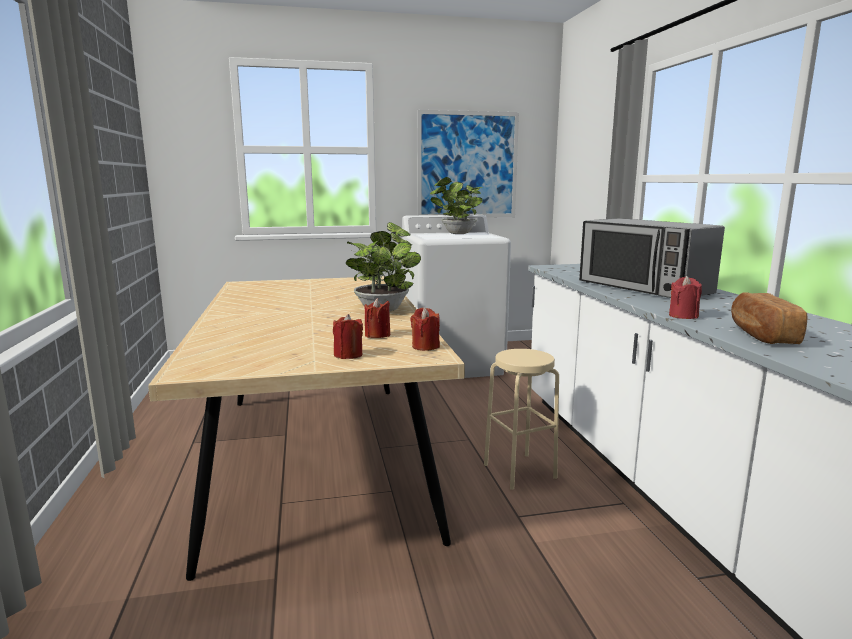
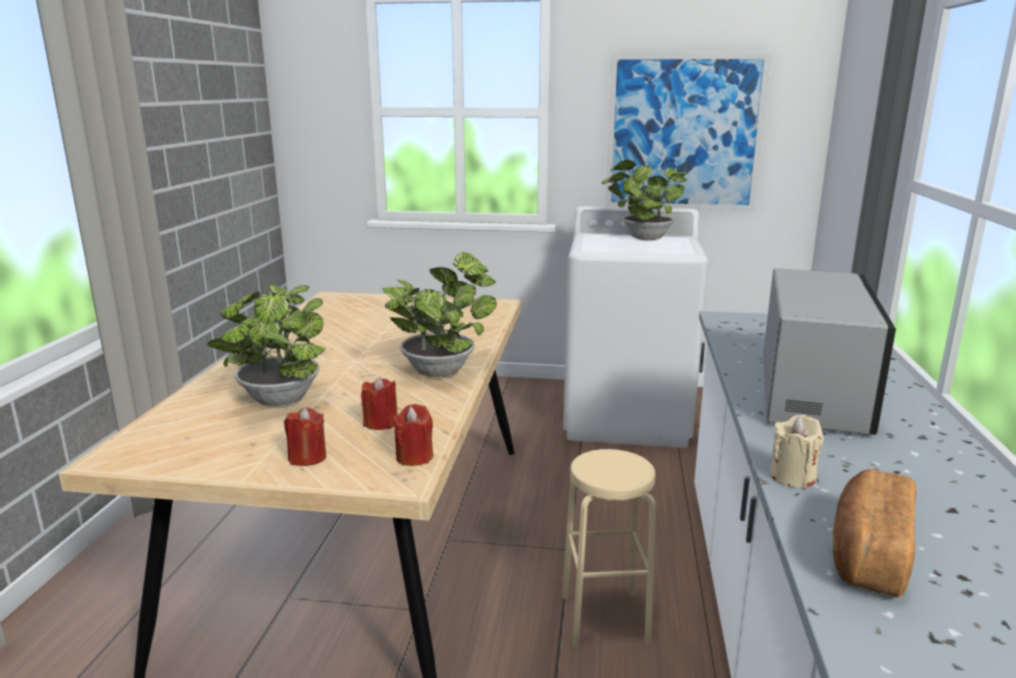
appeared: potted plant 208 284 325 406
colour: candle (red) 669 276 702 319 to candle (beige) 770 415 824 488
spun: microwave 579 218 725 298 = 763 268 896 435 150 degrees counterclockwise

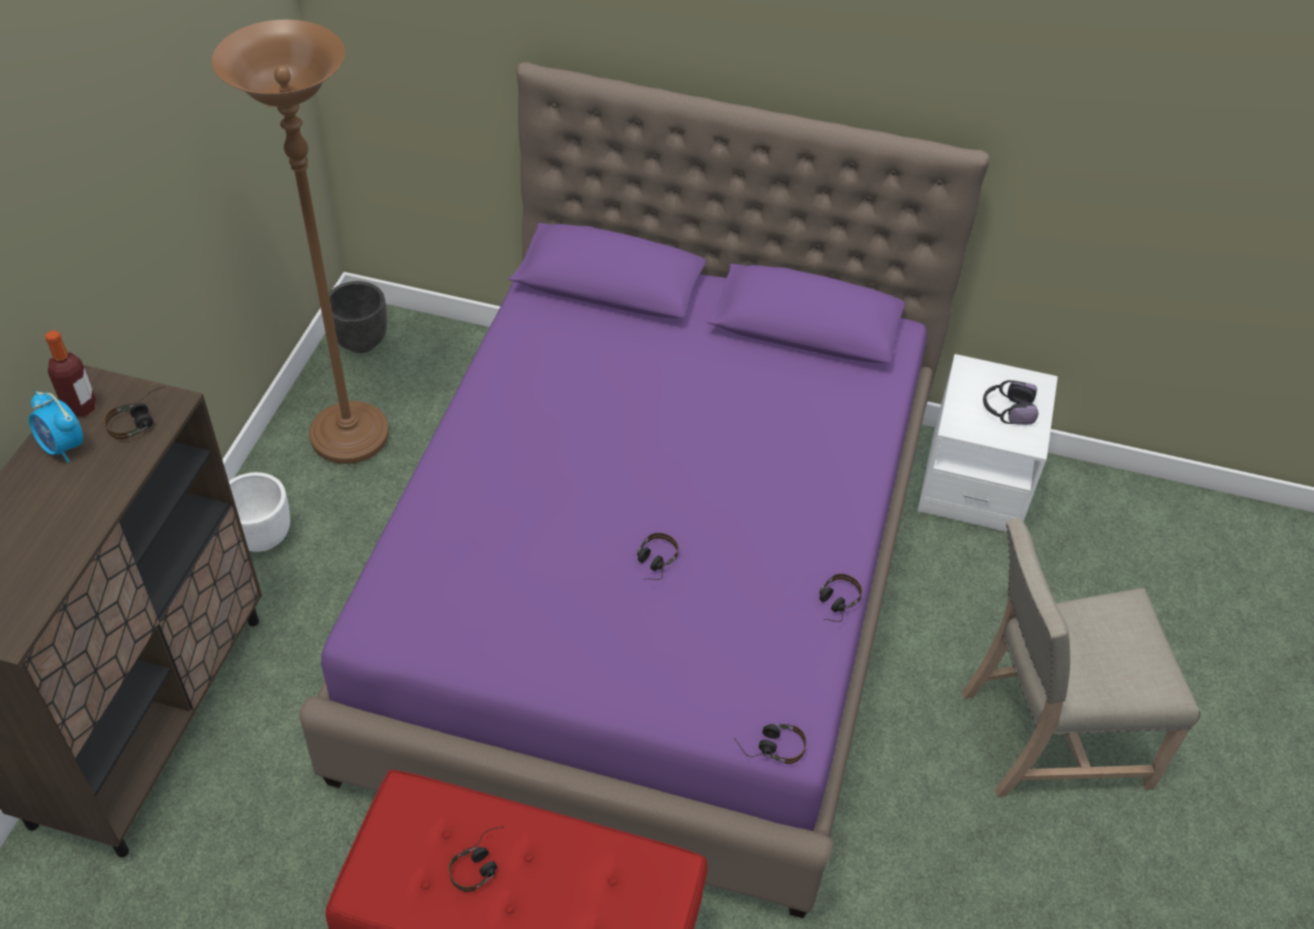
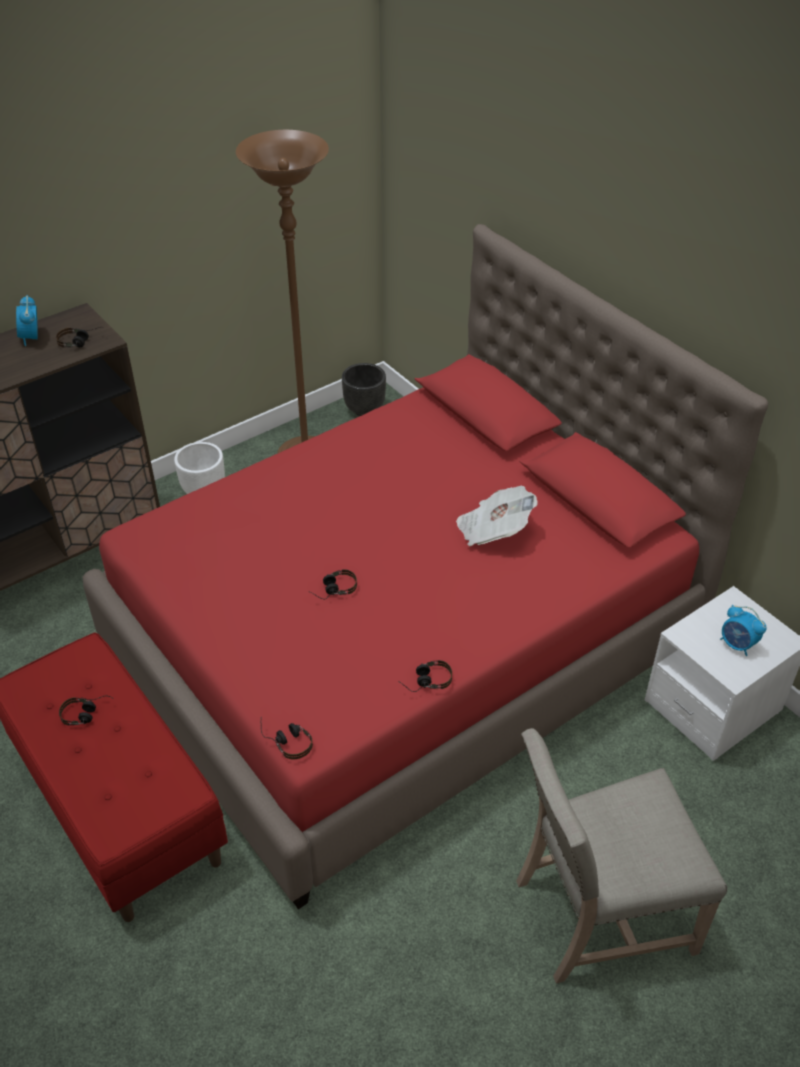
missing: bottle 45 330 96 417
appeared: newspaper 456 486 538 546
exchanged: headphones 983 380 1039 425 to alarm clock 720 605 766 656
colour: bed (purple) 299 62 990 918 to bed (red) 83 224 768 909
spun: chair (beige) 962 518 1201 797 = 516 728 727 984 45 degrees counterclockwise

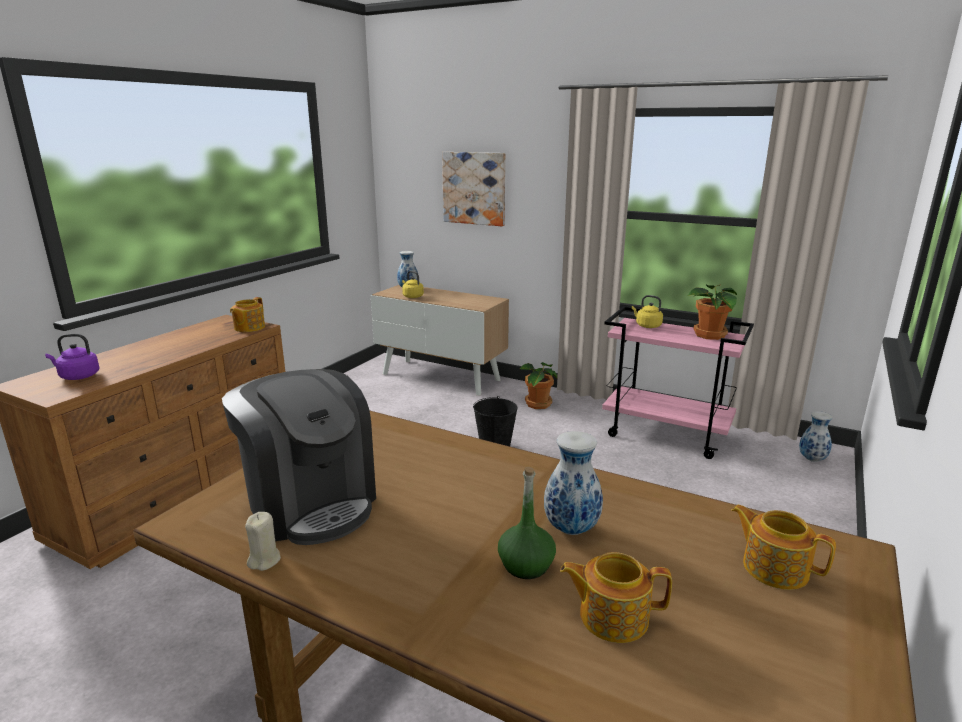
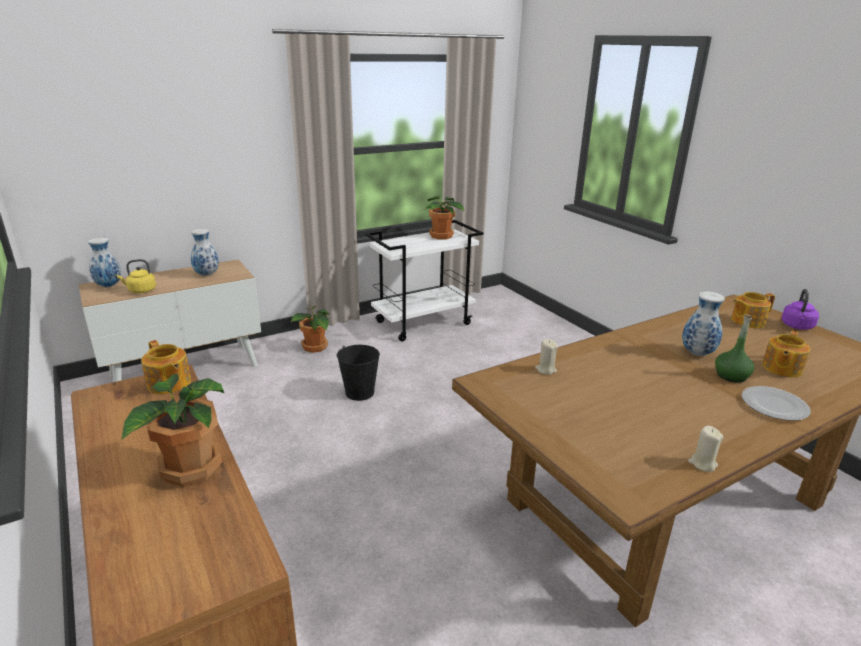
missing: picture 442 152 506 226; kettle (yellow) 632 295 663 328; coffee machine 222 369 376 545
appeared: candle (beige) 535 339 558 375; potted plant 121 374 224 487; plate 741 386 811 421
relocated: kettle (purple) 45 334 99 380 to 781 289 819 330; vase 799 411 832 462 to 191 229 219 276
colour: cart (pink) 602 306 754 459 to cart (white) 365 220 483 341

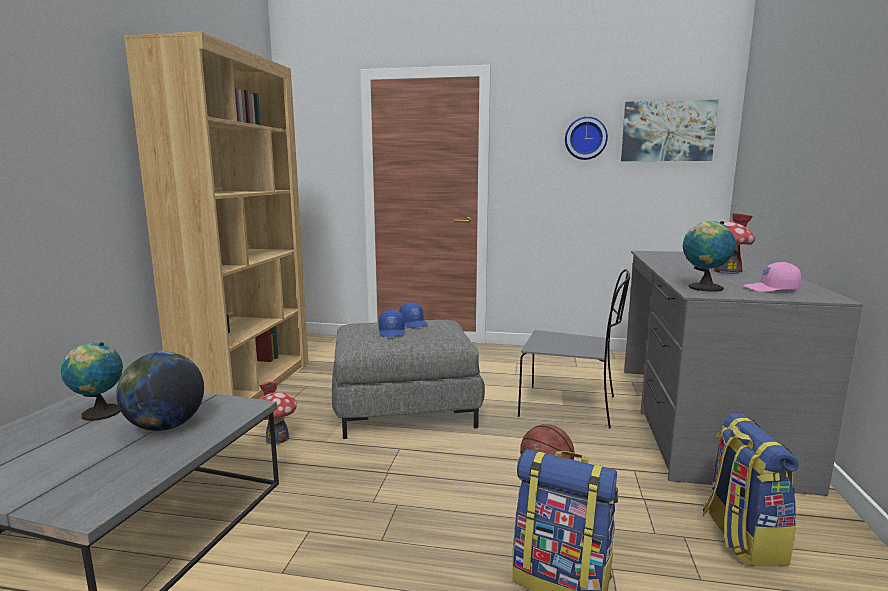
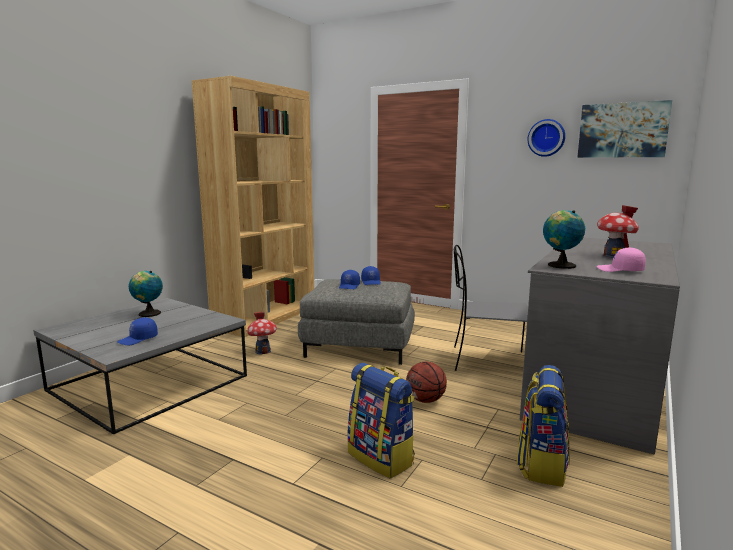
missing: globe 117 351 204 431
appeared: cap (blue) 117 318 158 345
spun: chair (grey) 518 269 630 429 = 454 245 528 371 150 degrees clockwise

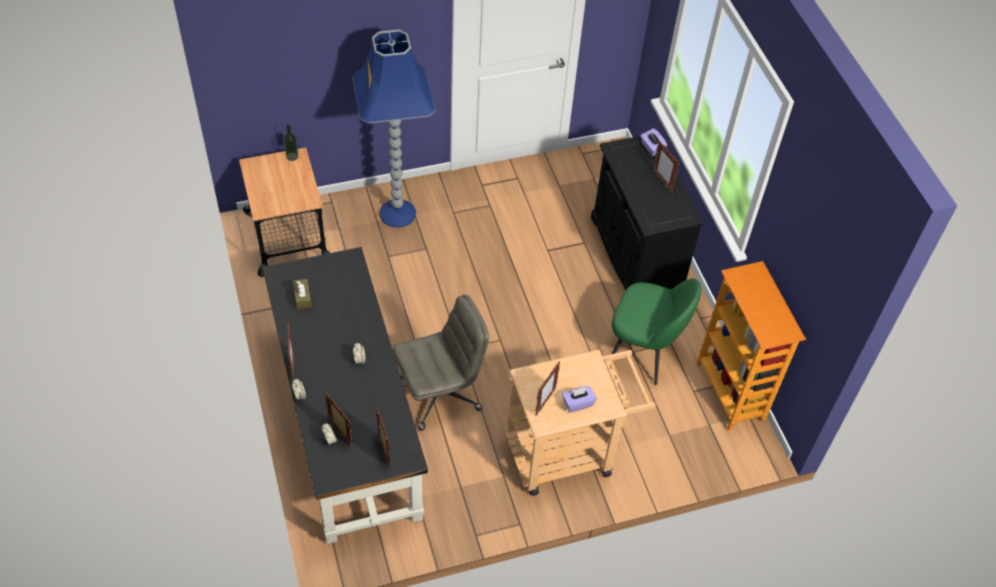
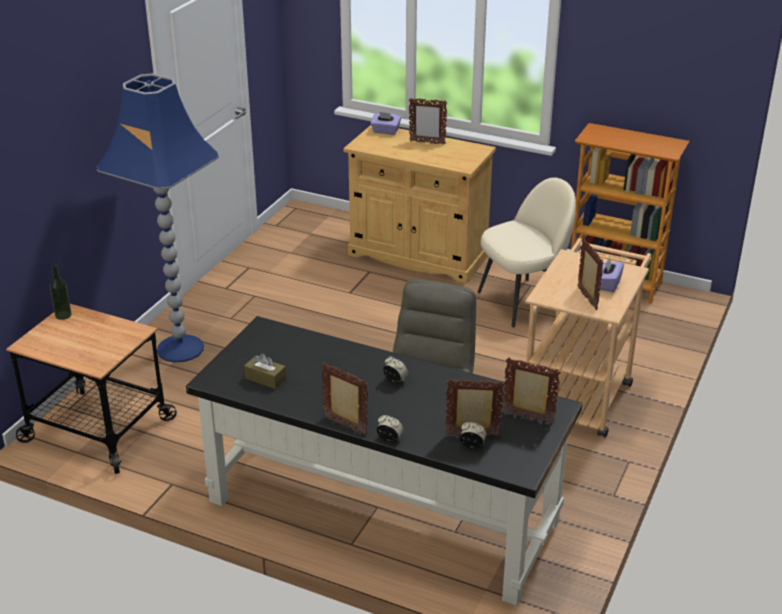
colour: cabinet (black) 591 136 704 290 to cabinet (beige) 343 125 496 284; chair (green) 612 279 701 385 to chair (beige) 478 177 576 327

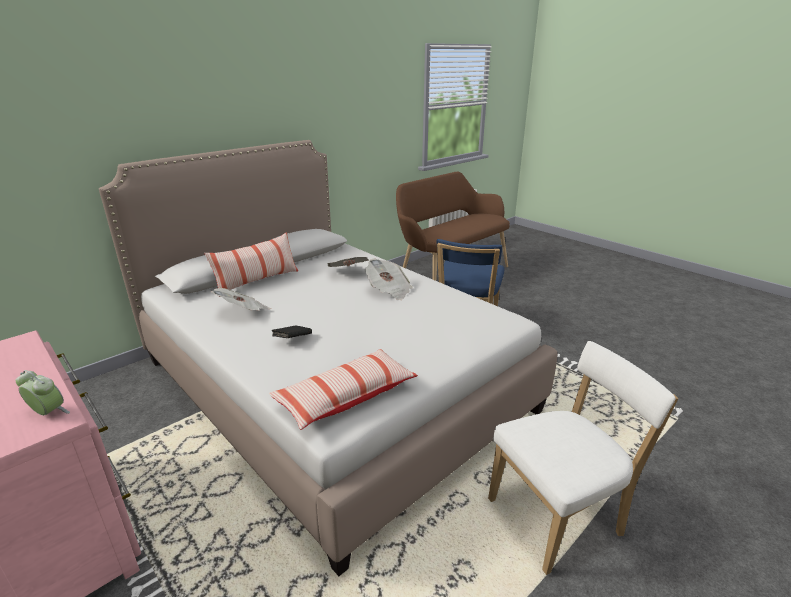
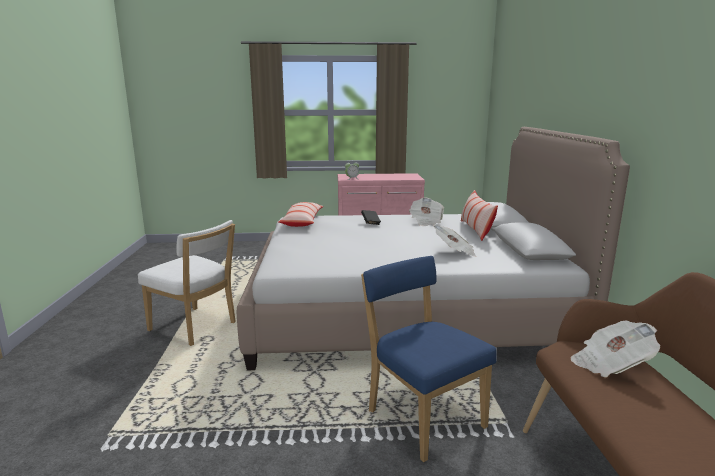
relocated: newspaper 365 259 413 300 to 571 320 660 377
spun: chair (white) 488 341 678 575 = 138 220 236 346 75 degrees counterclockwise

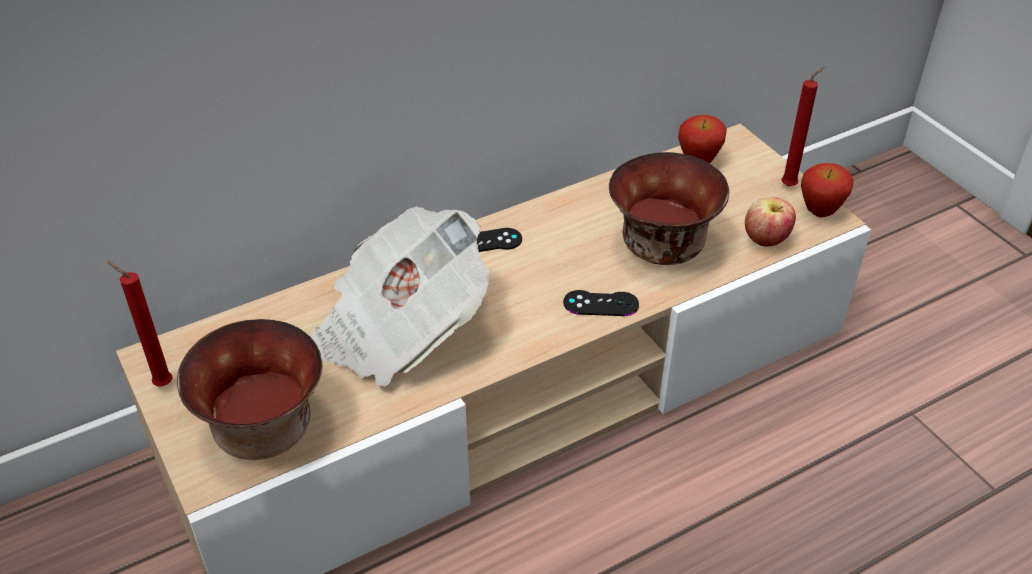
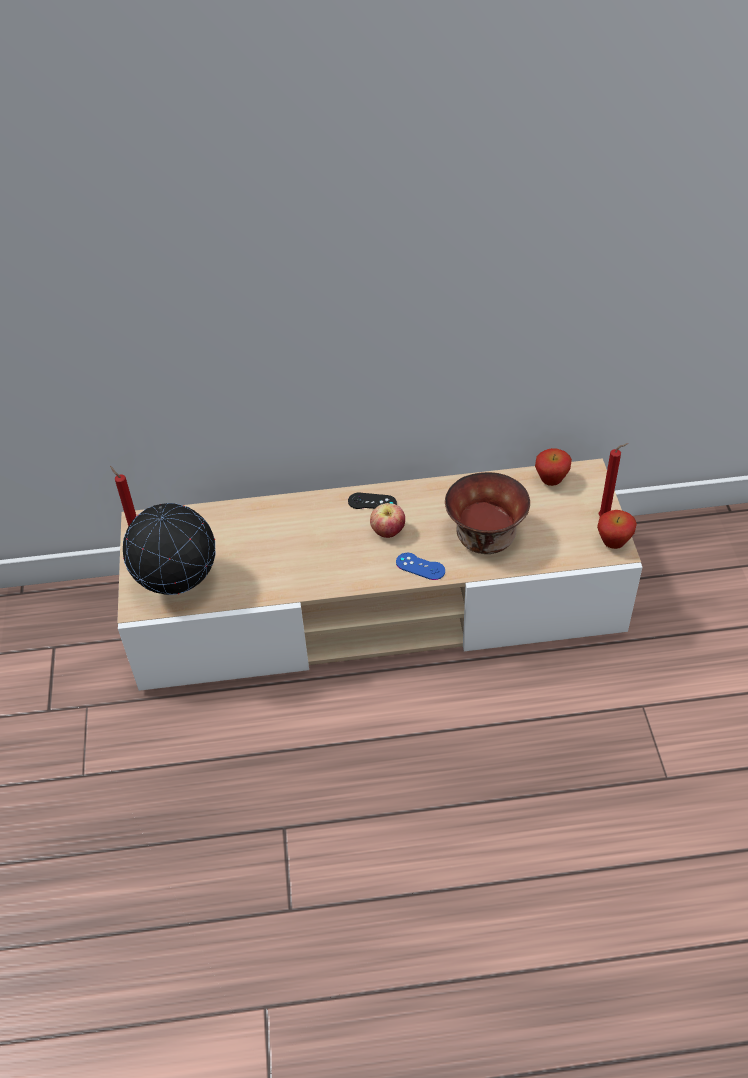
missing: newspaper 310 206 489 387
relocated: apple 745 197 796 246 to 370 503 405 538
exchanged: bowl 177 319 322 460 to globe 123 503 216 595
colour: game controller (black) 563 290 639 316 to game controller (blue) 396 553 445 580

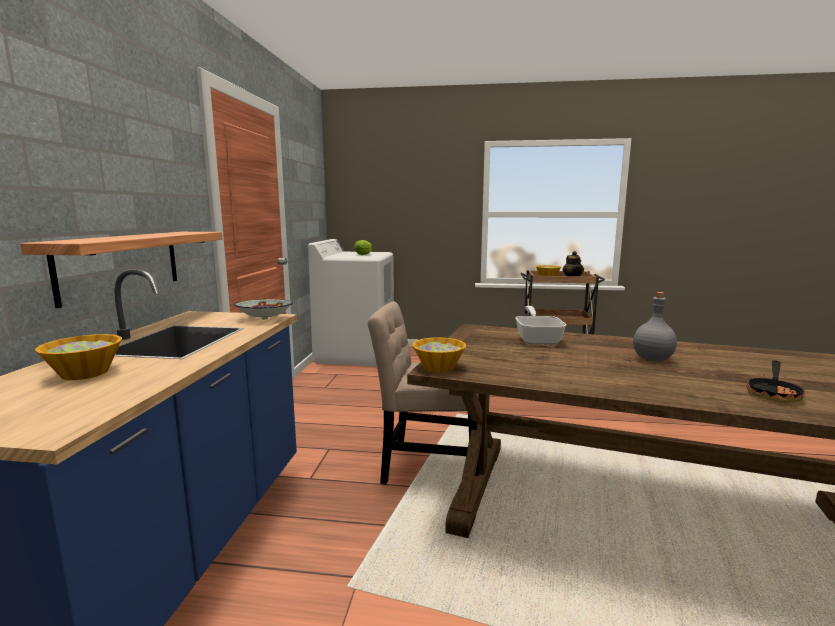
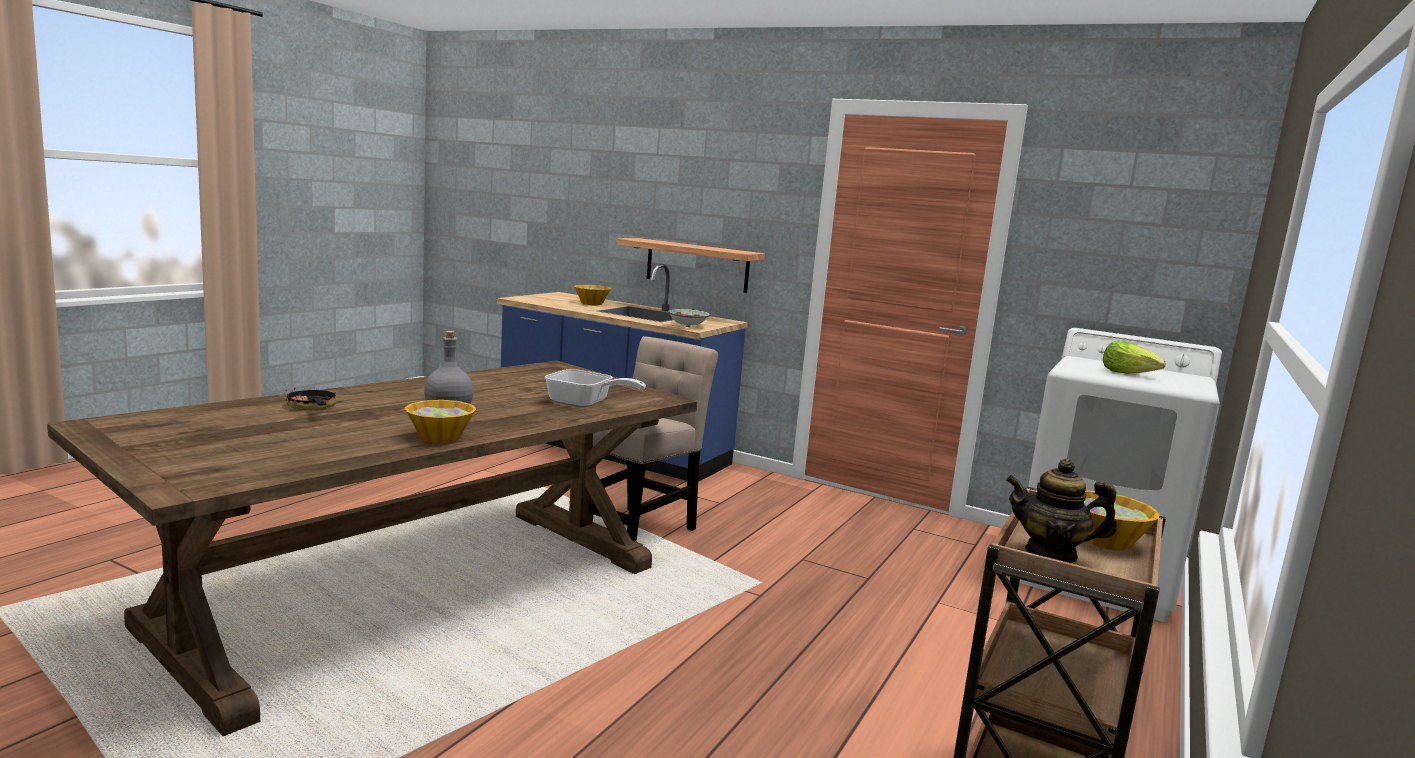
relocated: bowl 412 337 466 373 to 405 400 476 443

